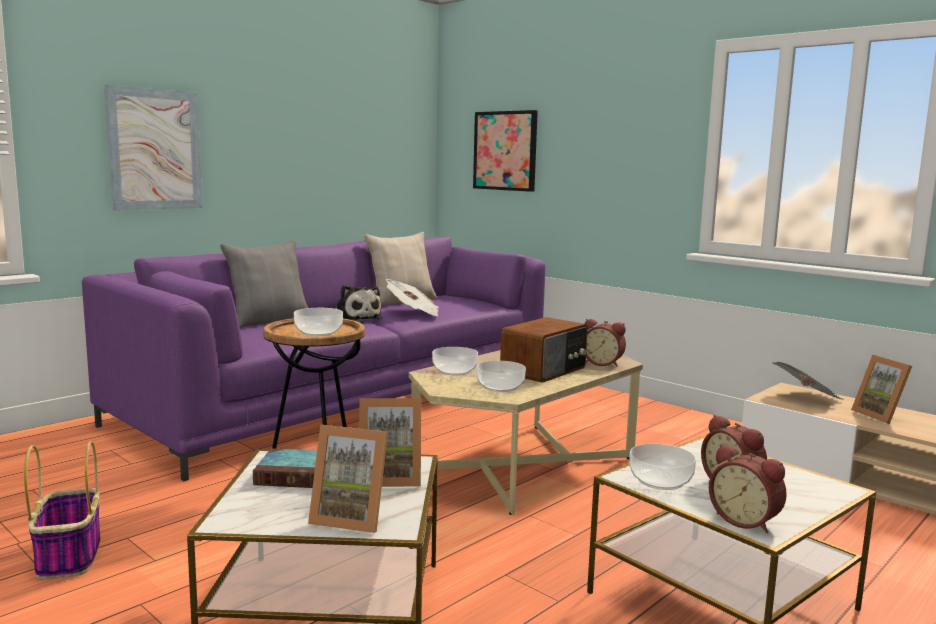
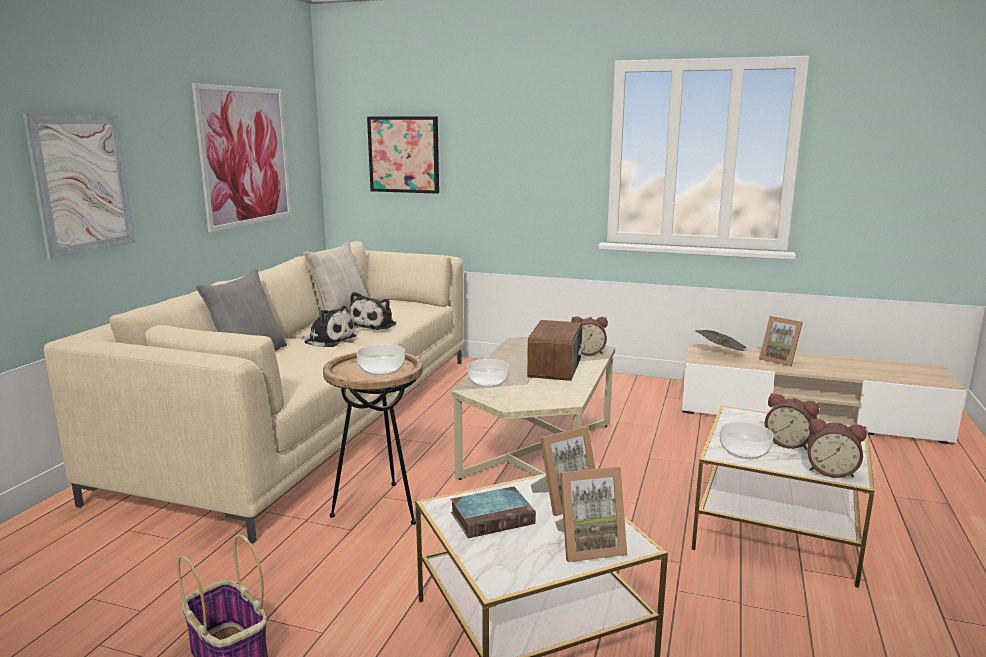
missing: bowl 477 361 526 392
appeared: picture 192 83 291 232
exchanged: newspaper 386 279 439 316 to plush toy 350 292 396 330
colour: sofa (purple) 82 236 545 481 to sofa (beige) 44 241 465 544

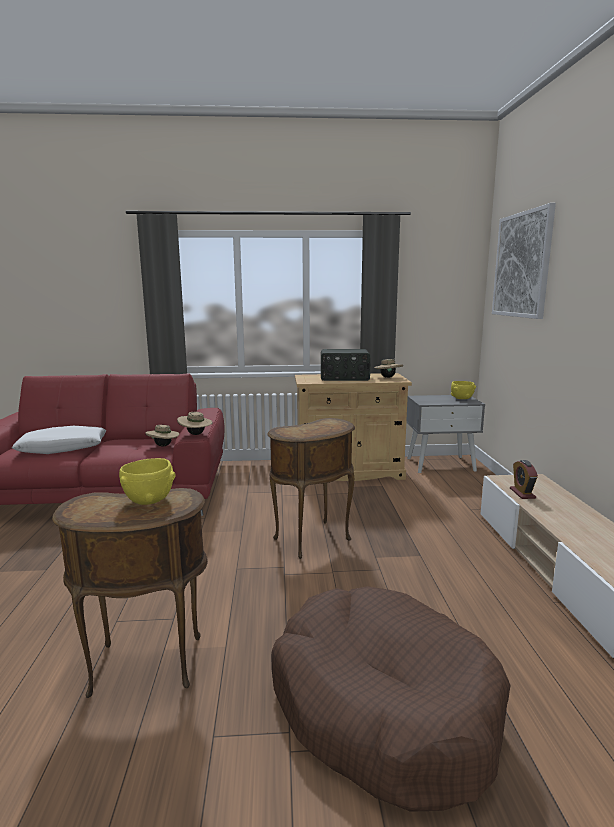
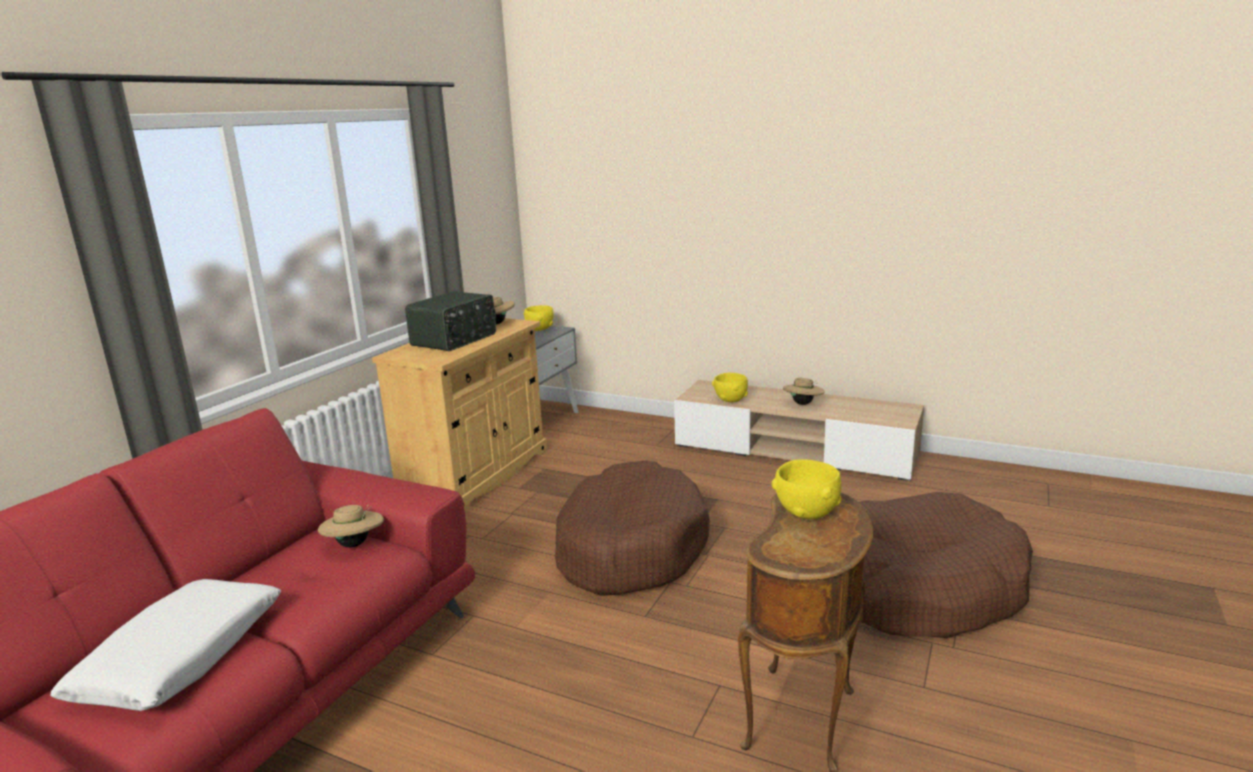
missing: picture 492 203 556 319
relocated: hat (beige) 177 412 213 435 to 783 378 825 405
exchanged: side table (brown) 268 418 355 559 to dog bed (brown) 555 460 710 596; alarm clock 510 460 538 499 to bowl (yellow) 712 373 748 402

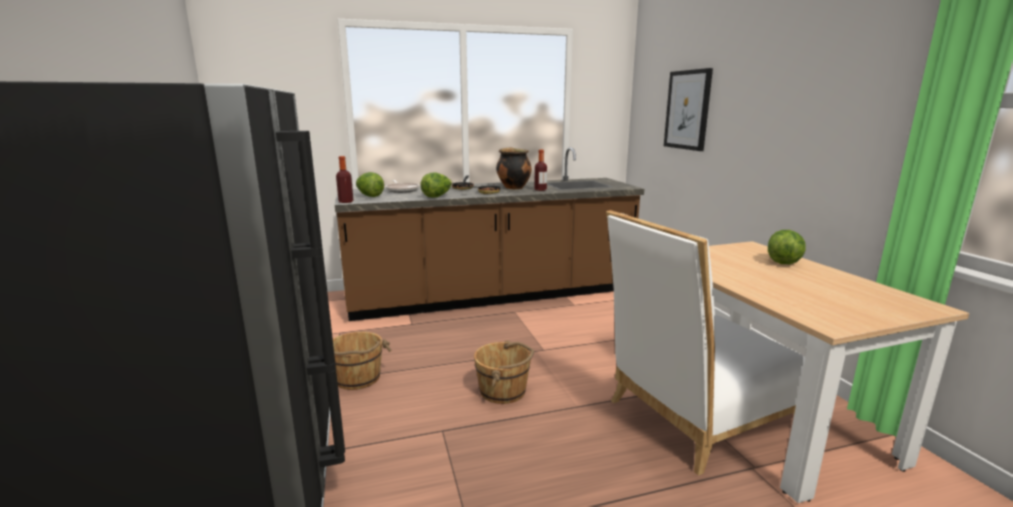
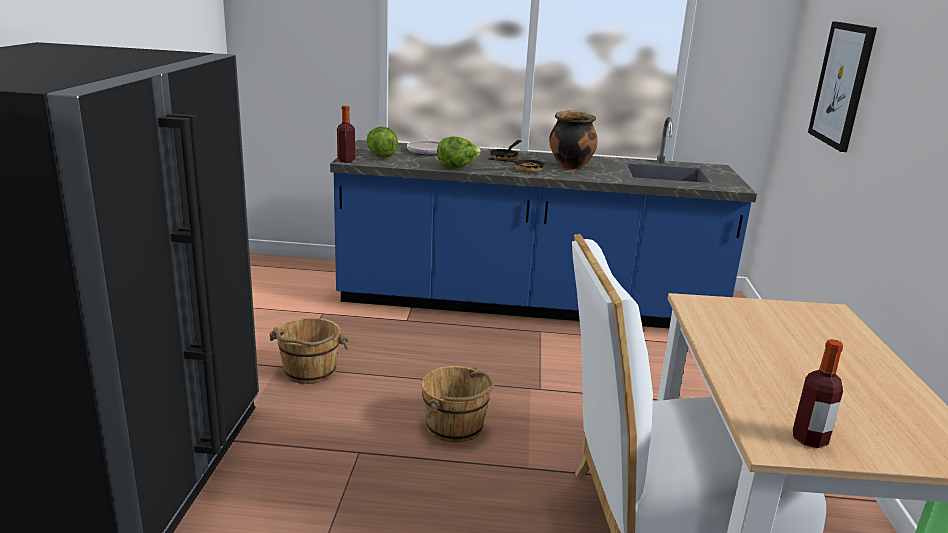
missing: lettuce 768 230 806 264
relocated: bottle 534 150 547 191 to 793 339 843 448
colour: counter (brown) 335 147 644 321 to counter (blue) 330 117 757 328

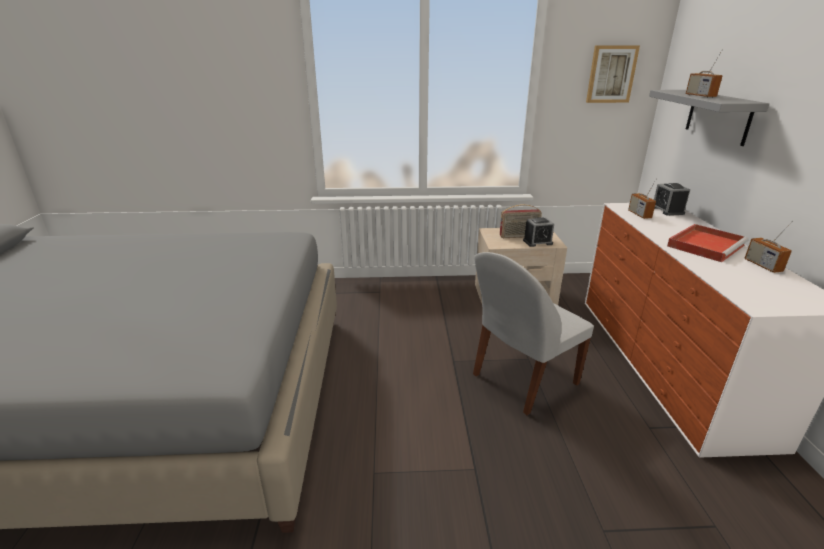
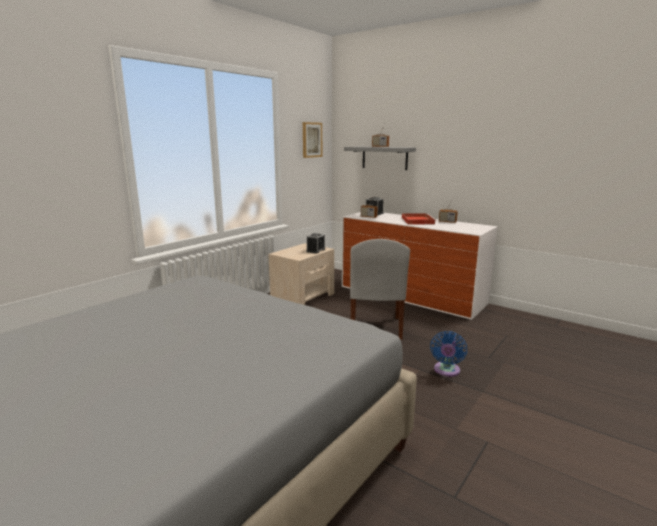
missing: radio 500 204 542 238
appeared: fan (blue) 430 331 467 377

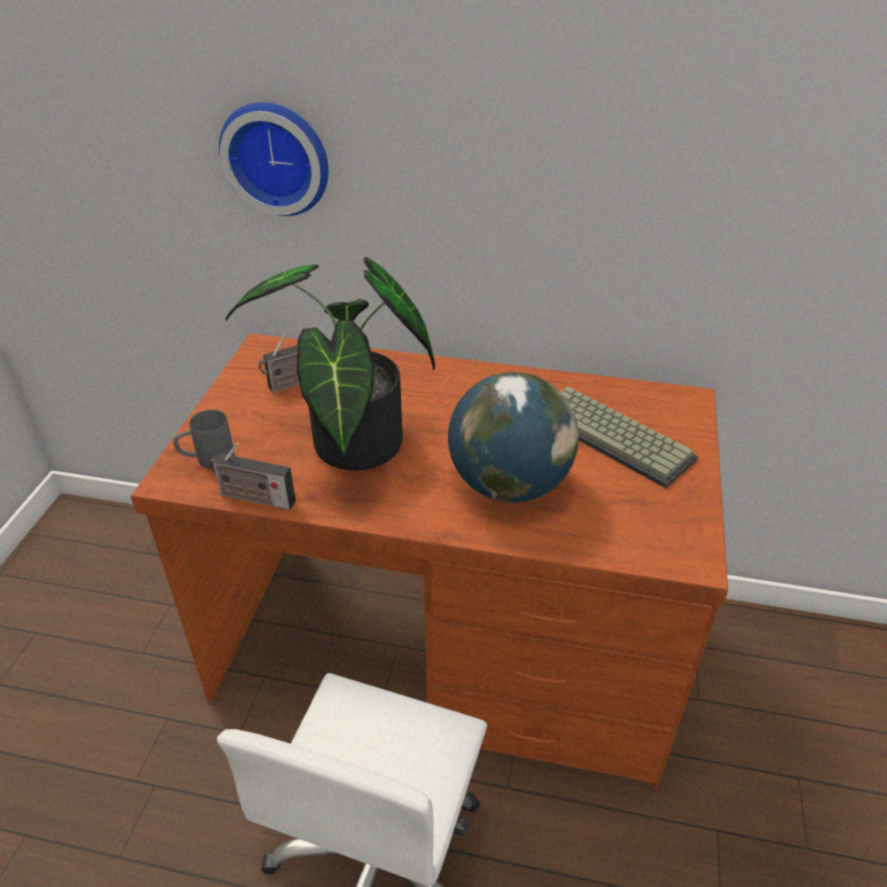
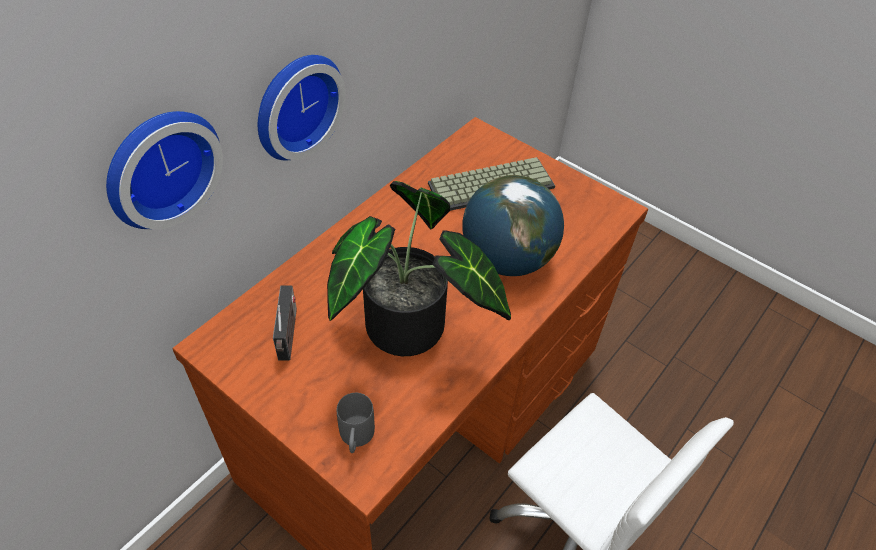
missing: radio 209 442 296 510
appeared: wall clock 258 55 346 161

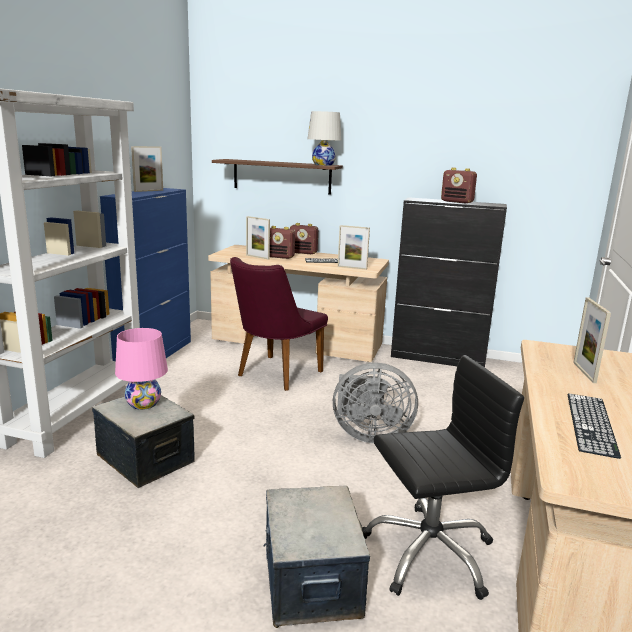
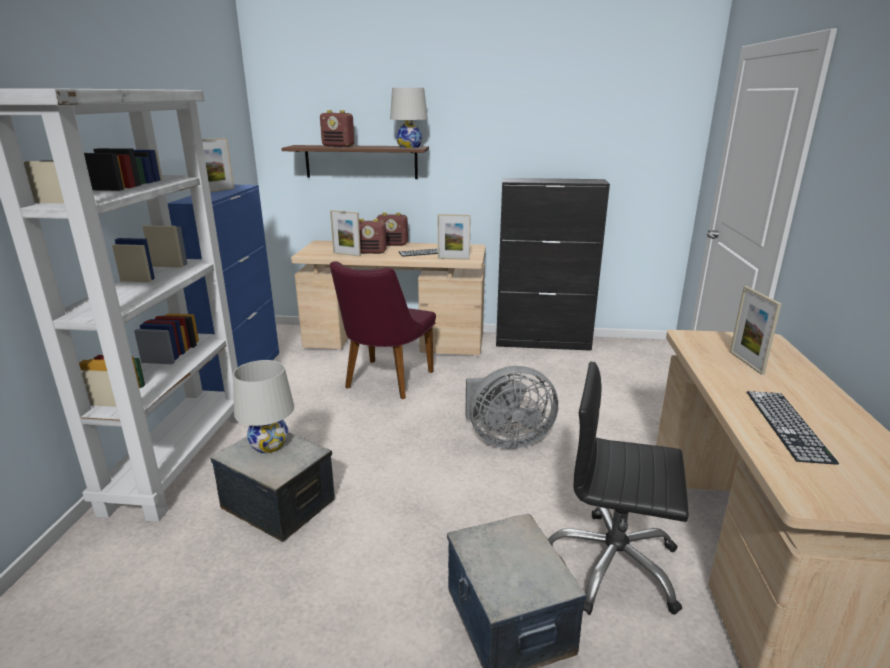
relocated: radio 441 168 477 203 to 320 110 355 147
colour: table lamp (pink) 115 328 168 410 to table lamp (white) 233 360 294 453
spun: office chair (black) 362 355 524 600 = 548 362 689 615 135 degrees counterclockwise

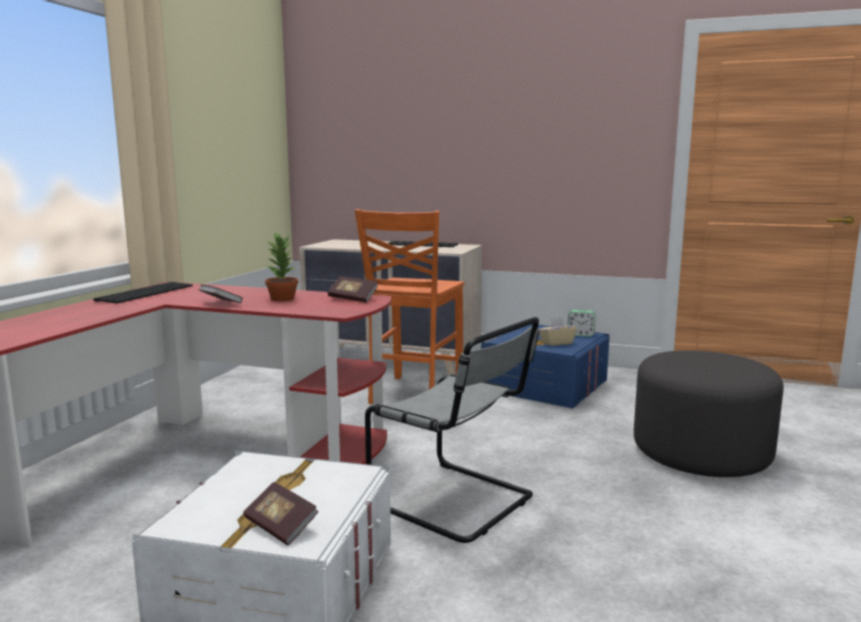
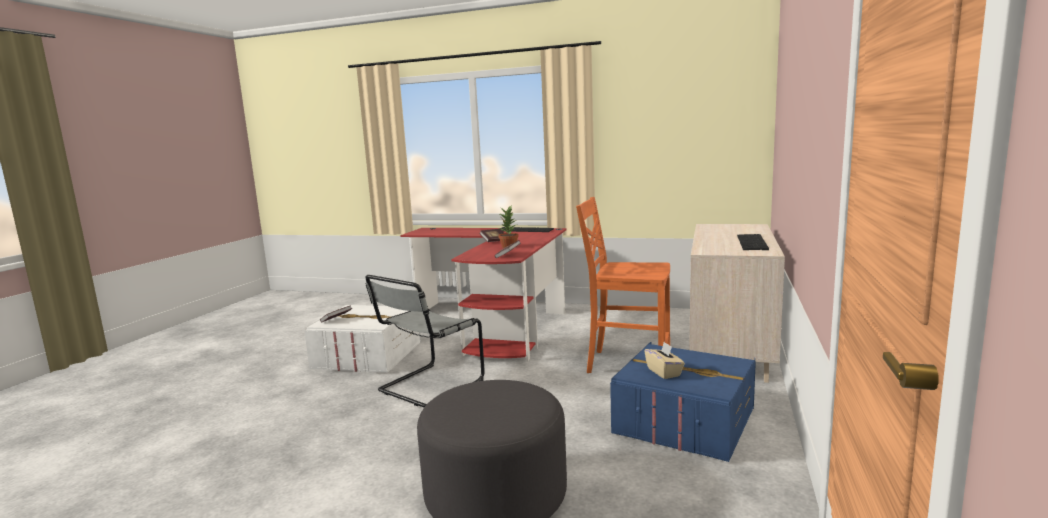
missing: alarm clock 568 310 595 337

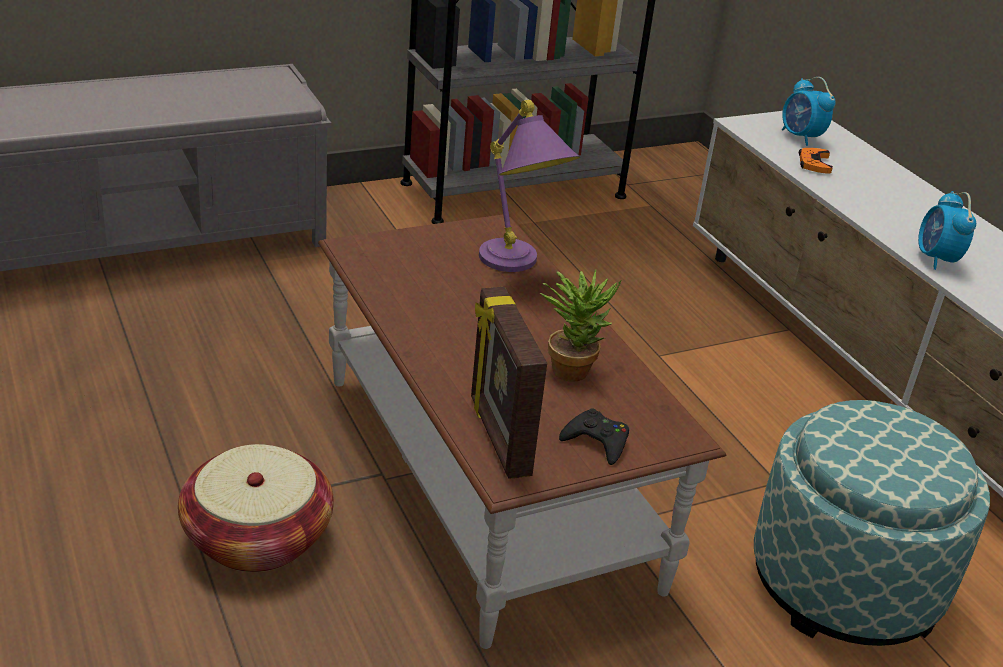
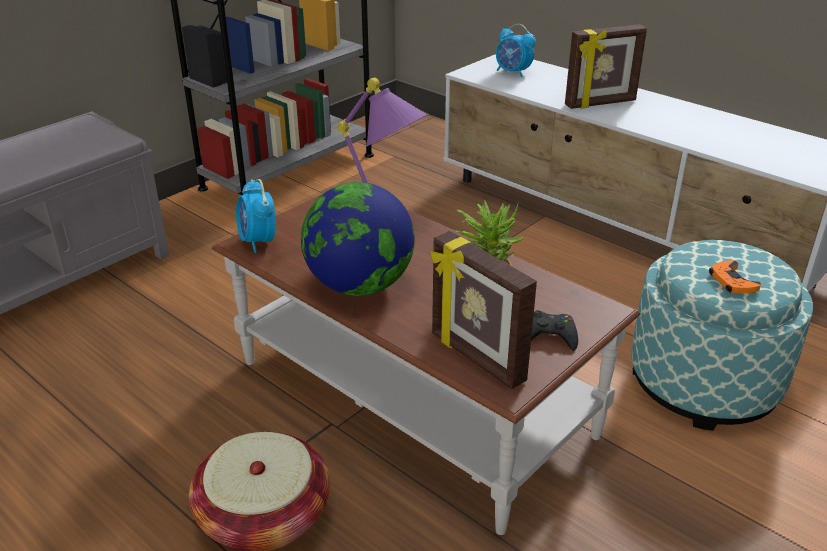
appeared: picture frame 565 24 647 109; globe 301 182 415 296
relocated: game controller (orange) 799 148 833 174 to 709 260 761 293; alarm clock 918 191 976 270 to 236 179 276 253

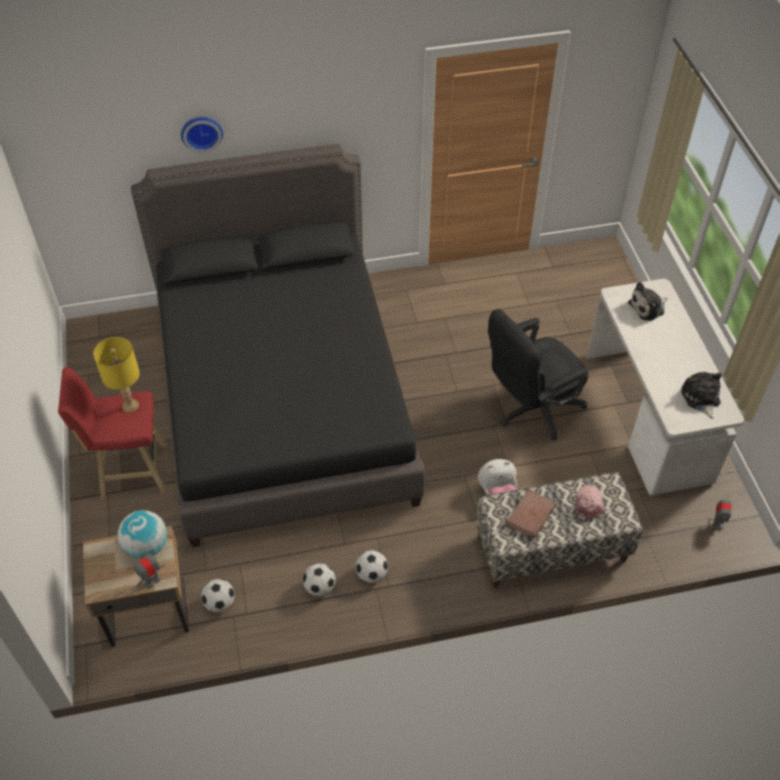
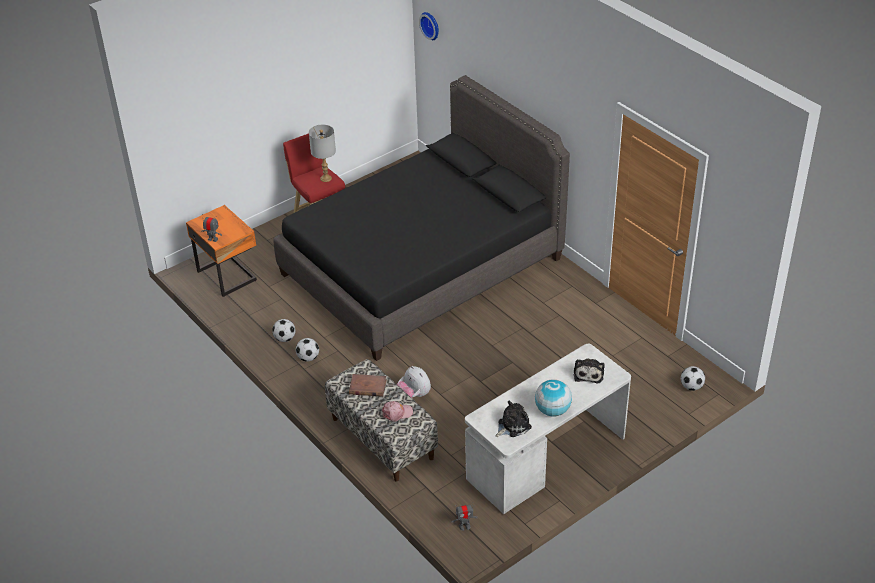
missing: office chair (black) 488 309 589 441
relocated: wall clock 181 117 223 152 to 419 12 439 40; globe 117 510 167 559 to 535 379 572 417; football 201 579 235 613 to 681 366 705 391
colour: table lamp (yellow) 93 337 140 413 to table lamp (grey) 309 124 336 182; nightstand (beige) 83 526 189 647 to nightstand (orange) 186 205 257 297
spun: plush toy 628 282 667 321 = 574 358 605 384 120 degrees counterclockwise

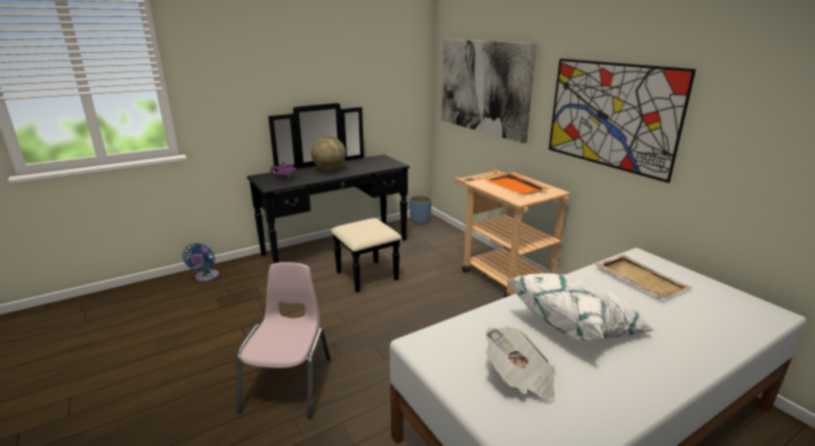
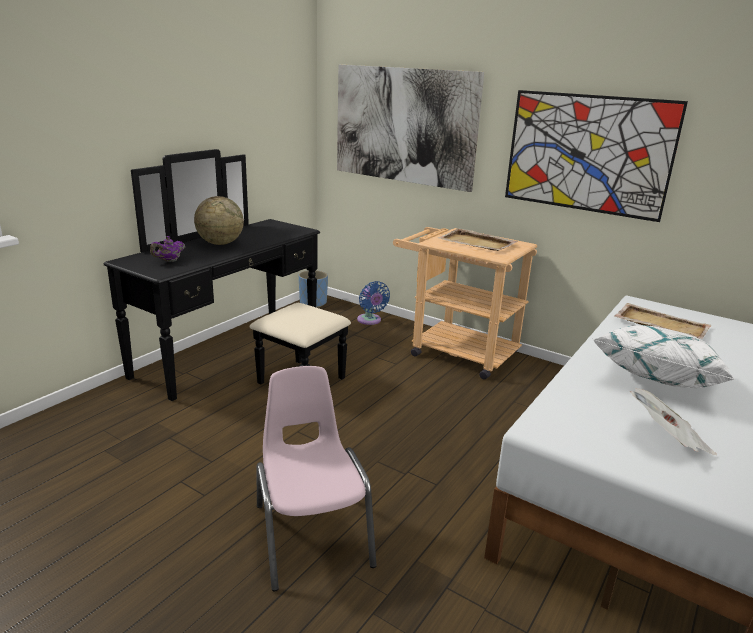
relocated: fan (blue) 183 243 219 282 to 357 281 390 325
colour: tray (orange) 484 173 549 195 to tray (beige) 437 228 518 251

